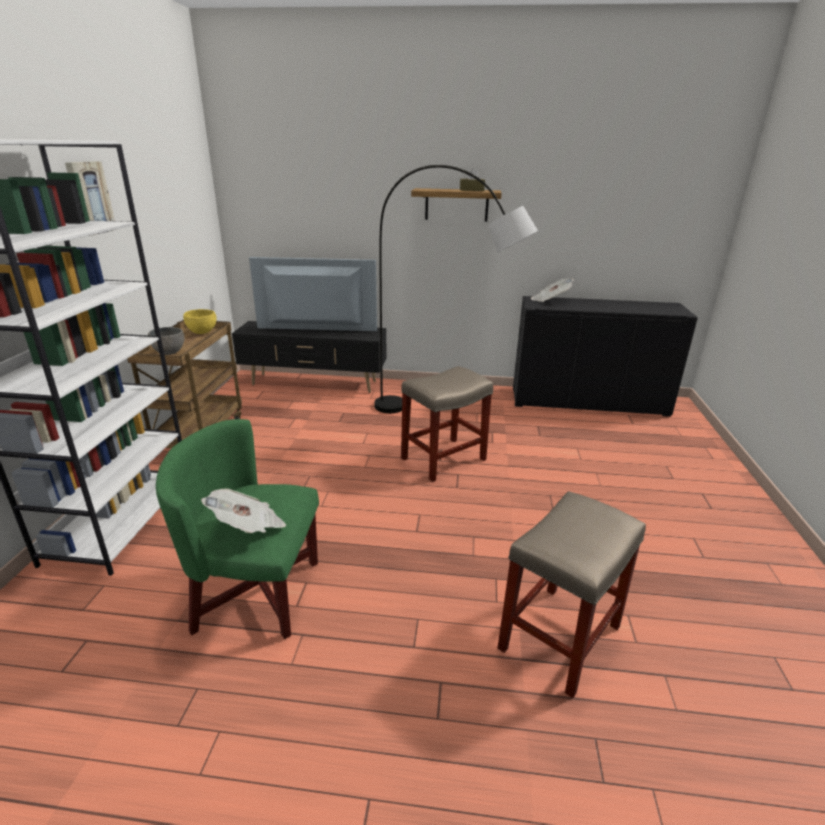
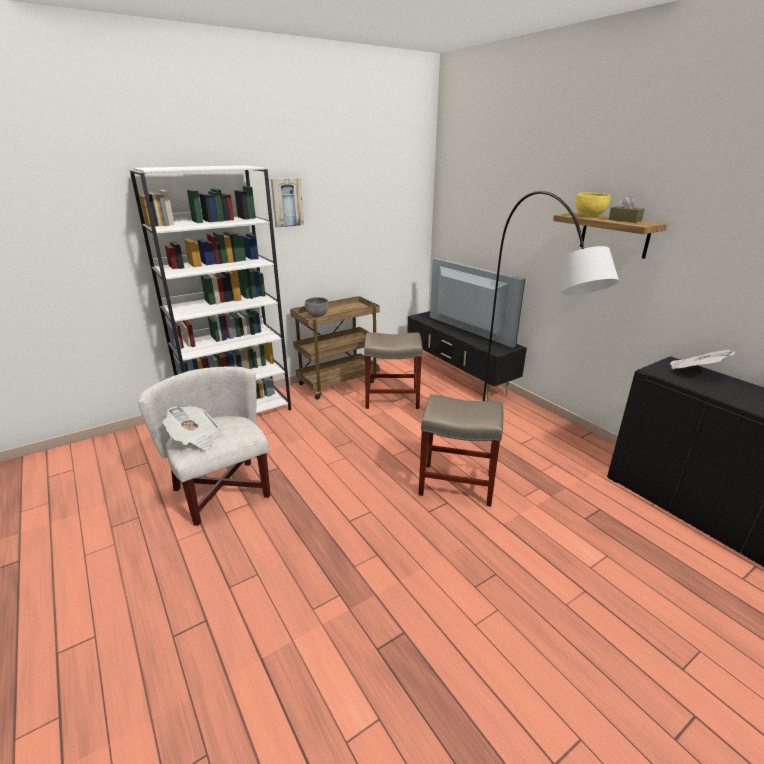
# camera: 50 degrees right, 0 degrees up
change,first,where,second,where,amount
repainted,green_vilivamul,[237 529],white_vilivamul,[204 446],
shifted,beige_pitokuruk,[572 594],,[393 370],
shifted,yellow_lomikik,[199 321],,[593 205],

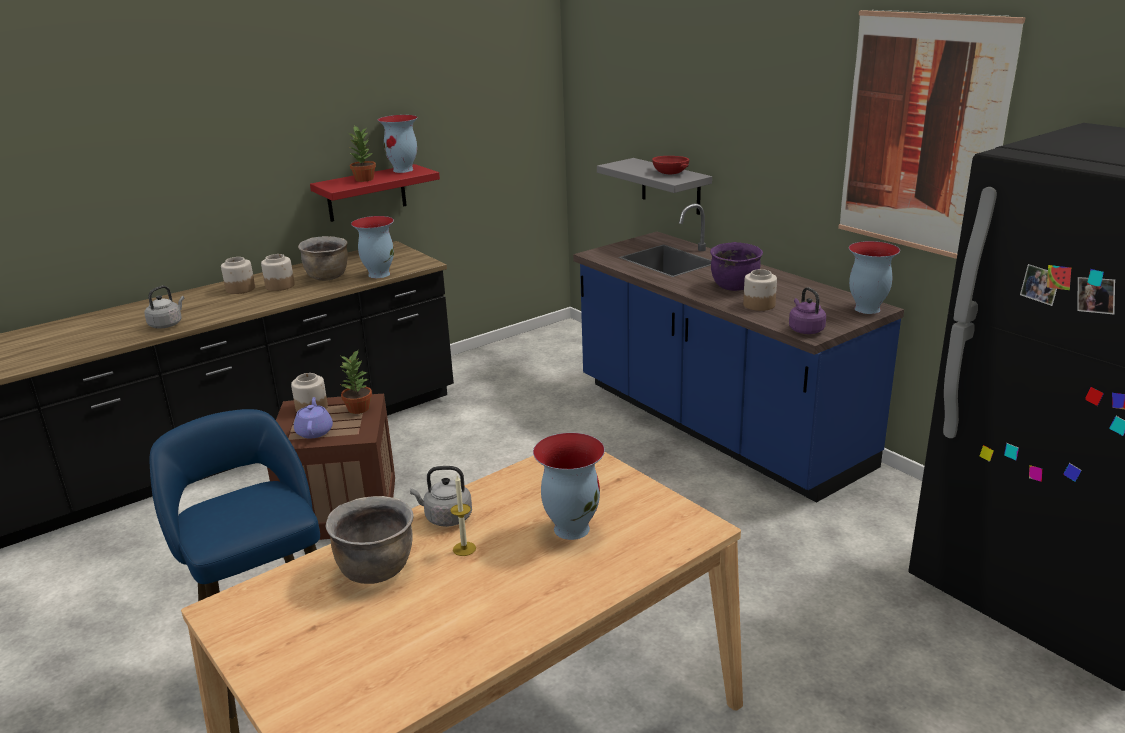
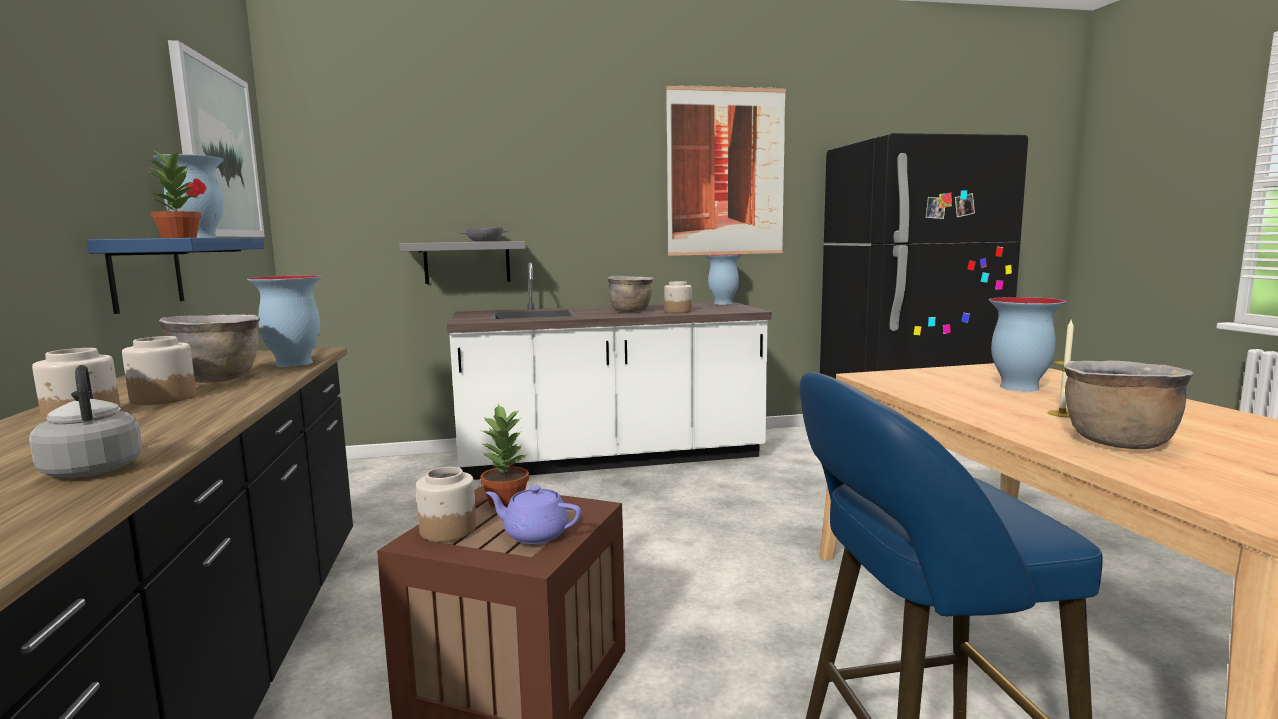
# camera: 65 degrees left, 15 degrees down
change,first,where,second,where,amount
repainted,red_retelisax,[375 193],blue_retelisax,[175 276],
new,,,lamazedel,[216 138],
repainted,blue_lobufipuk,[738 353],white_lobufipuk,[609 371],
repainted,red_lomikik,[670 165],grey_lomikik,[484 234],
repainted,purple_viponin,[736 266],brown_viponin,[630 294],
gone,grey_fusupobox,[441 496],,,
gone,purple_fusupobox,[807 310],,,

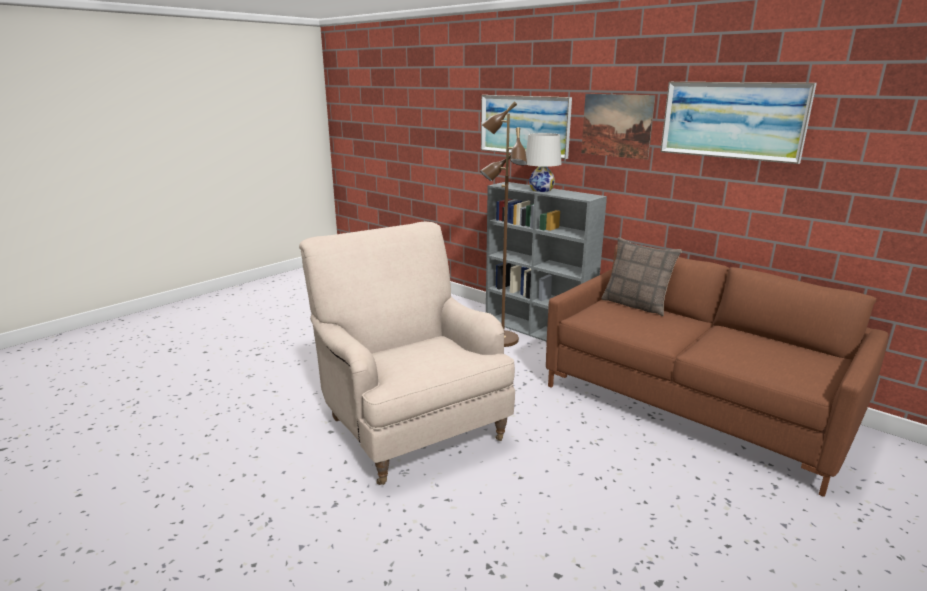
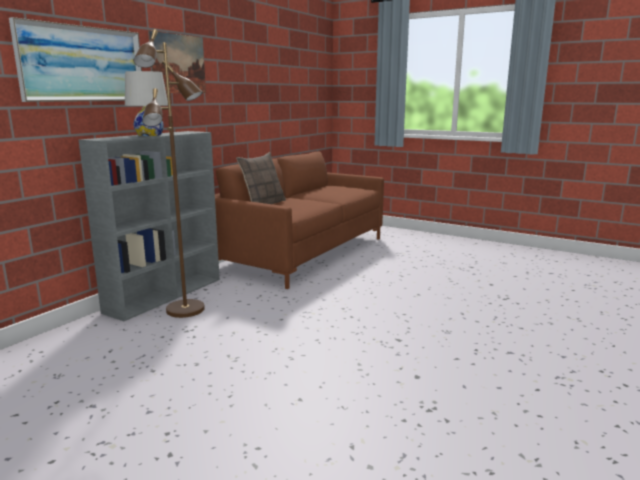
# camera: 100 degrees left, 5 degrees down
change,first,where,second,where,amount
gone,beige_vilivamul,[407 353],,,
gone,lamazedel,[738 123],,,

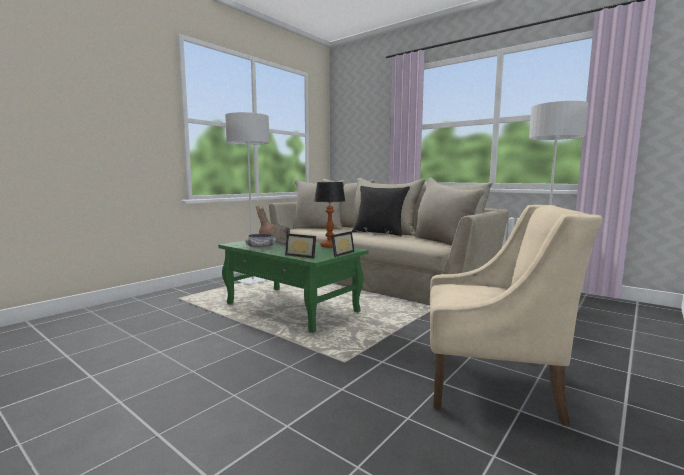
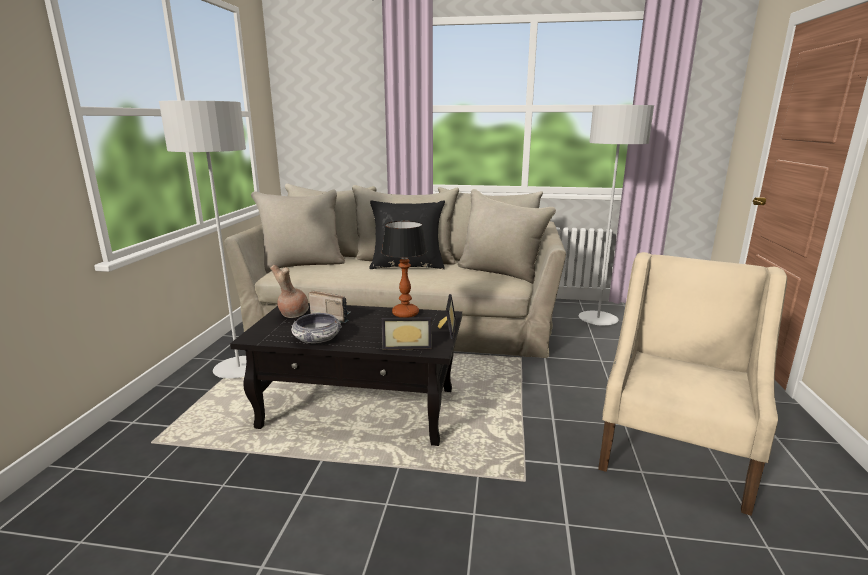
# camera: 30 degrees left, 10 degrees up
change,first,where,second,where,amount
repainted,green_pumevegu,[293 287],black_pumevegu,[346 374],
rotated,beige_vilivamul,[516 315],,[692 384],45 degrees counterclockwise

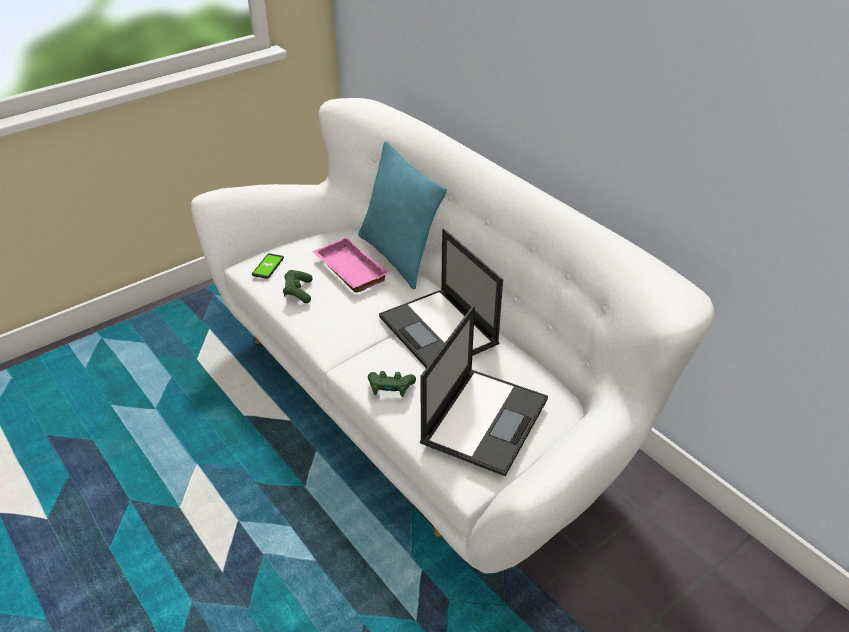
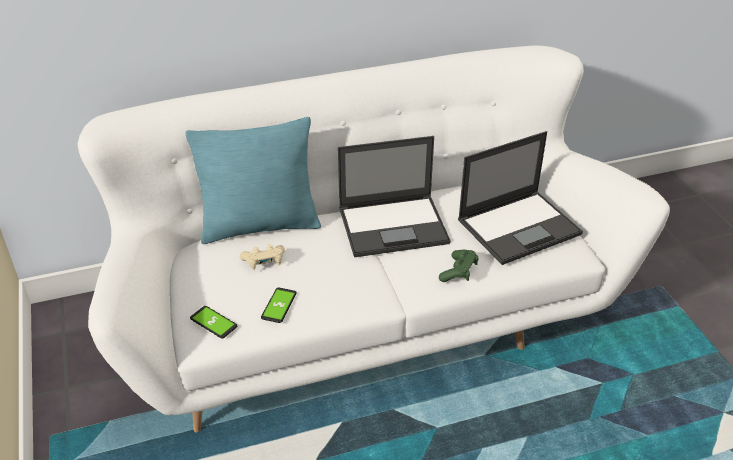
# camera: 70 degrees left, 0 degrees up
change,first,where,second,where,amount
swapped,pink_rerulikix,[350 265],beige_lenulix,[262 257],
swapped,green_lenulix,[297 286],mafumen,[279 305],
rotated,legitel,[484 390],,[520 198],105 degrees clockwise

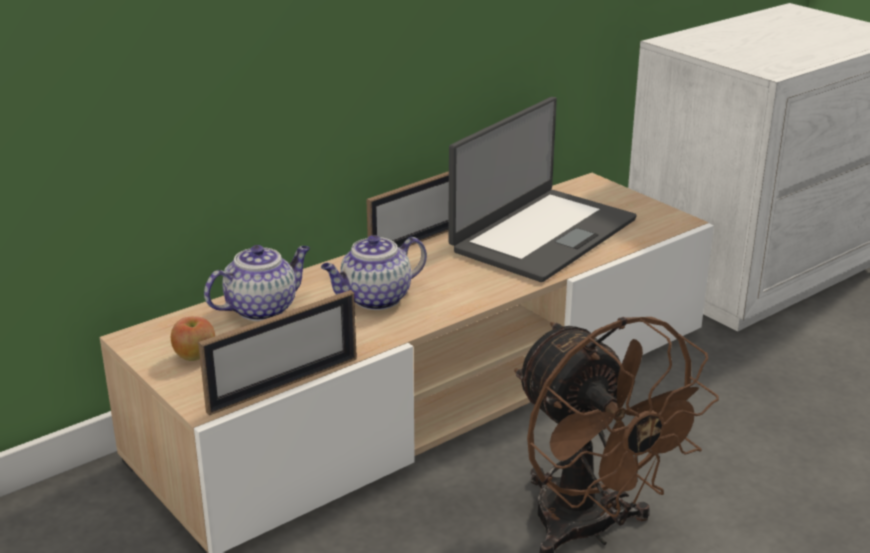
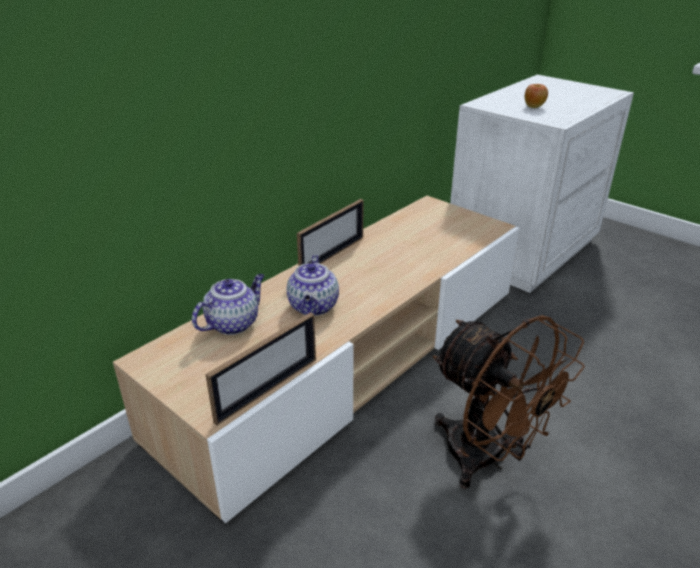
# camera: 10 degrees left, 5 degrees up
change,first,where,second,where,amount
rotated,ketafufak,[374 272],,[312 285],45 degrees counterclockwise
shifted,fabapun,[193 339],,[536 96],
gone,legitel,[542 189],,,

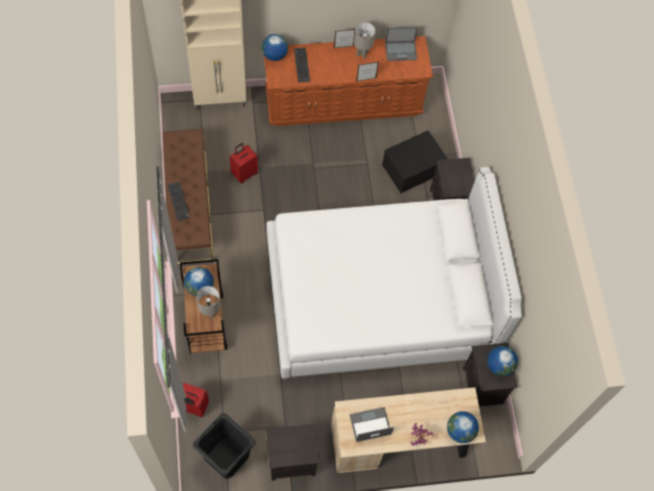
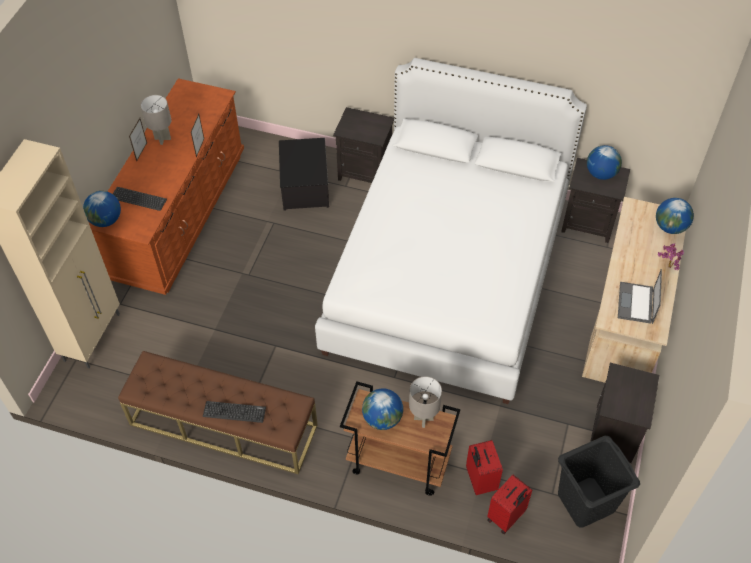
# camera: 60 degrees left, 10 degrees down
change,first,where,second,where,amount
shifted,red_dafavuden,[244 163],,[484 467],
gone,legitel,[401 44],,,

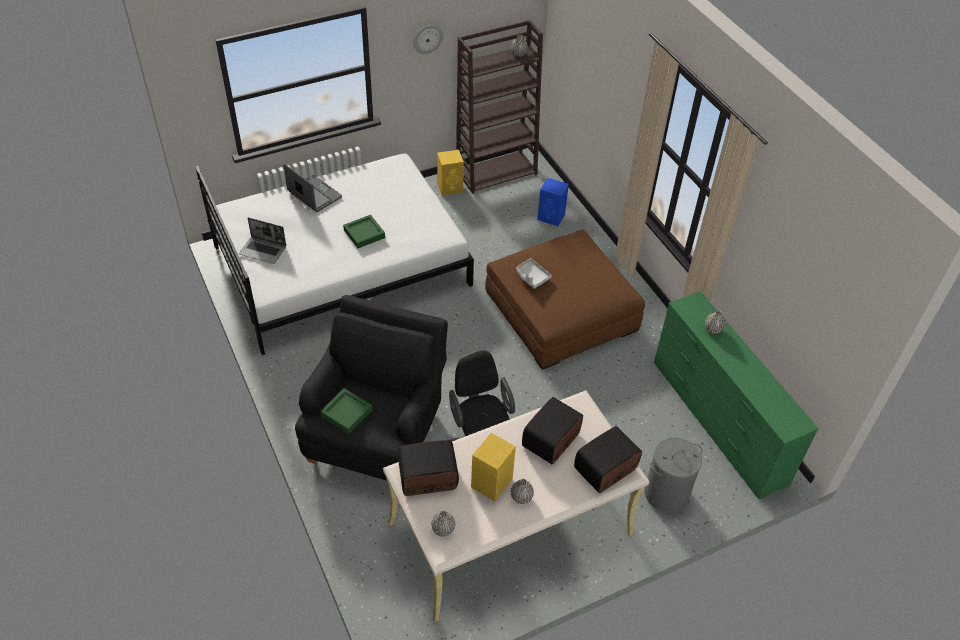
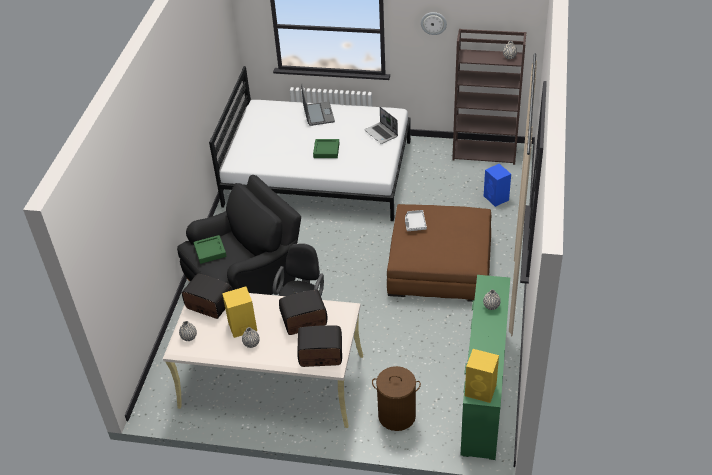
# camera: 40 degrees right, 5 degrees down
change,first,where,second,where,amount
shifted,legitel,[262 241],,[381 125],
repainted,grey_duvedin,[673 474],brown_duvedin,[396 398],
shifted,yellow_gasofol,[450 172],,[482 376],

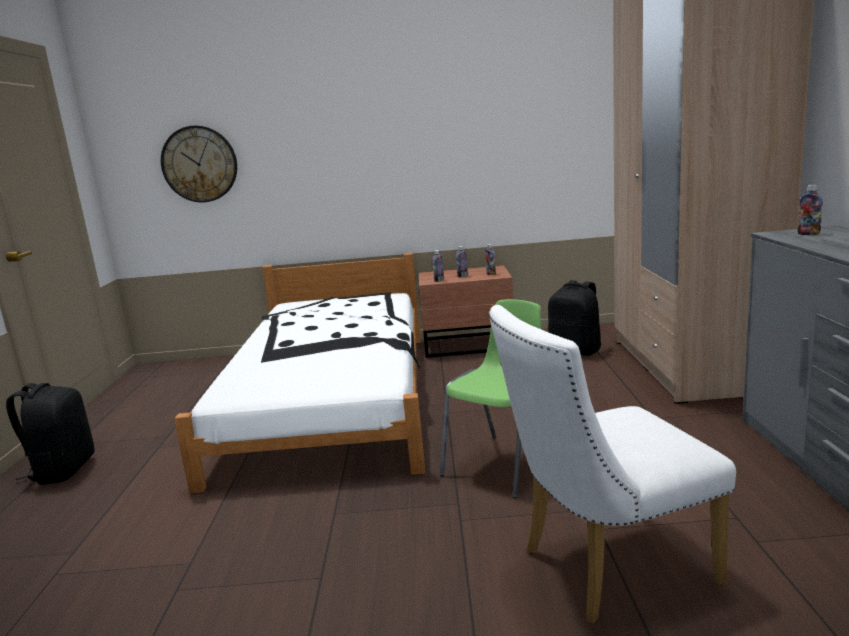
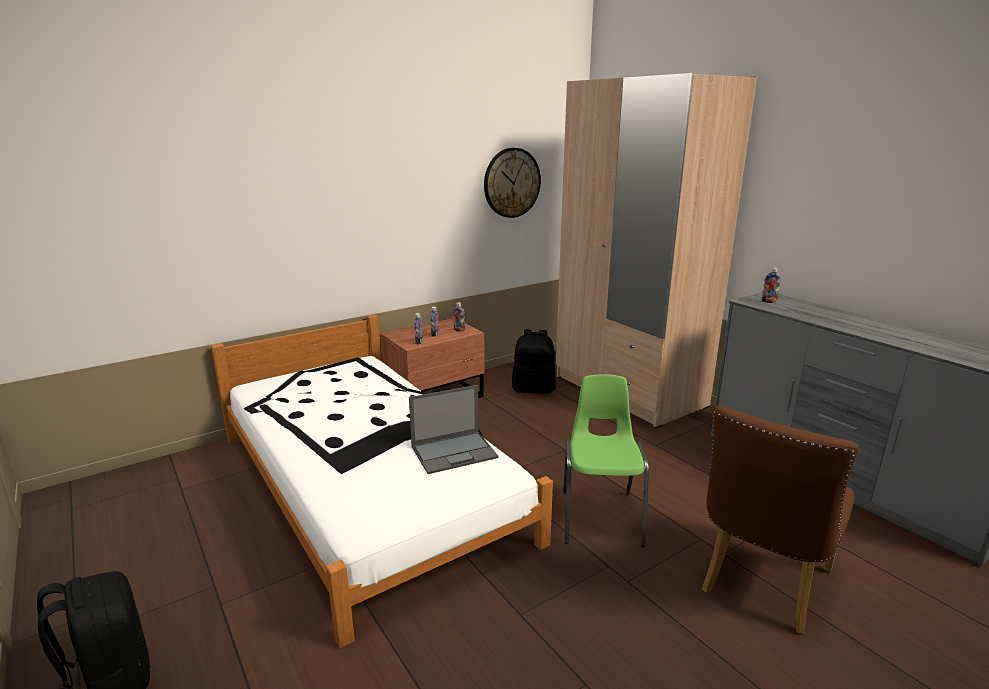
# camera: 35 degrees left, 5 degrees up
change,first,where,second,where,amount
new,,,legitel,[453 429],
shifted,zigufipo,[199 164],,[512 183],
repainted,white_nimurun,[612 464],brown_nimurun,[780 520],

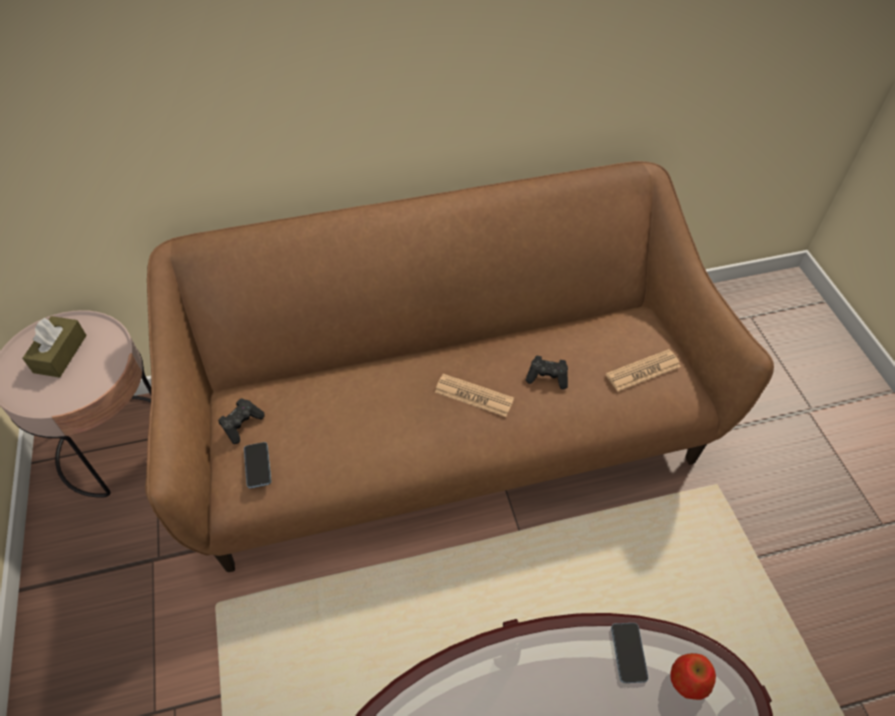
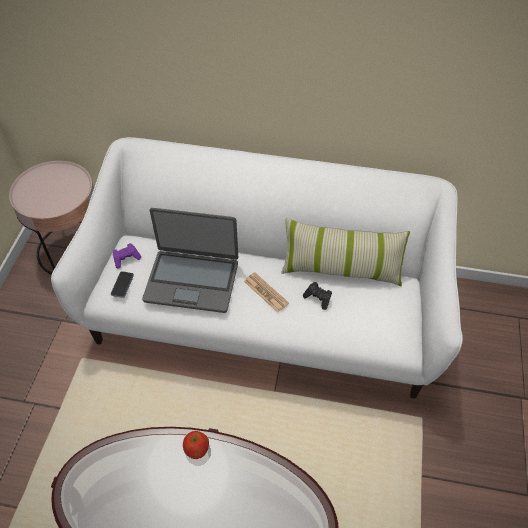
# camera: 25 degrees right, 0 degrees up
change,first,where,second,where,amount
repainted,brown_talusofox,[459 366],white_talusofox,[257 267],
repainted,black_lenulix,[241 421],purple_lenulix,[127 256],
new,,,legitel,[190 260],
shifted,fabapun,[693 676],,[196 445],
new,,,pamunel,[345 252],
gone,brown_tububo,[54 347],,,
gone,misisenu,[643 370],,,
gone,mafumen,[630 653],,,

